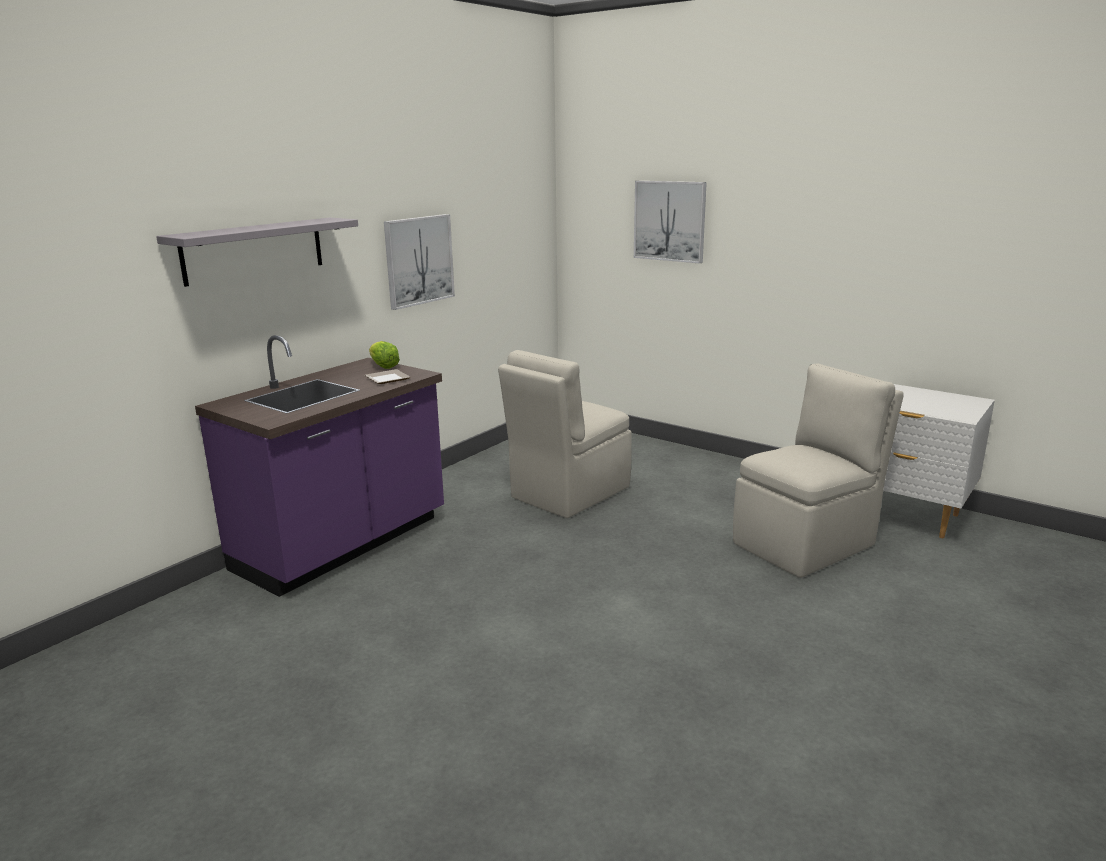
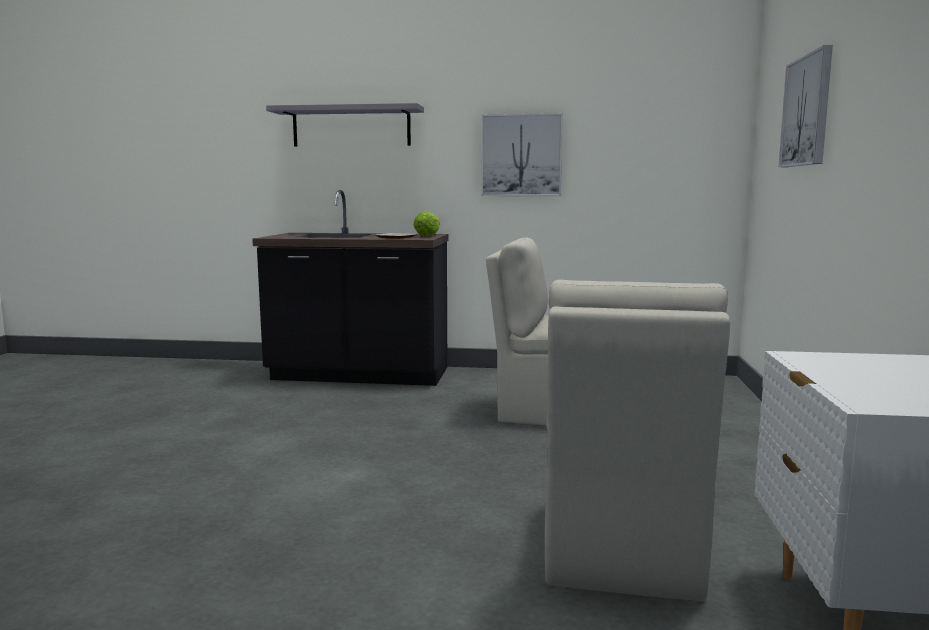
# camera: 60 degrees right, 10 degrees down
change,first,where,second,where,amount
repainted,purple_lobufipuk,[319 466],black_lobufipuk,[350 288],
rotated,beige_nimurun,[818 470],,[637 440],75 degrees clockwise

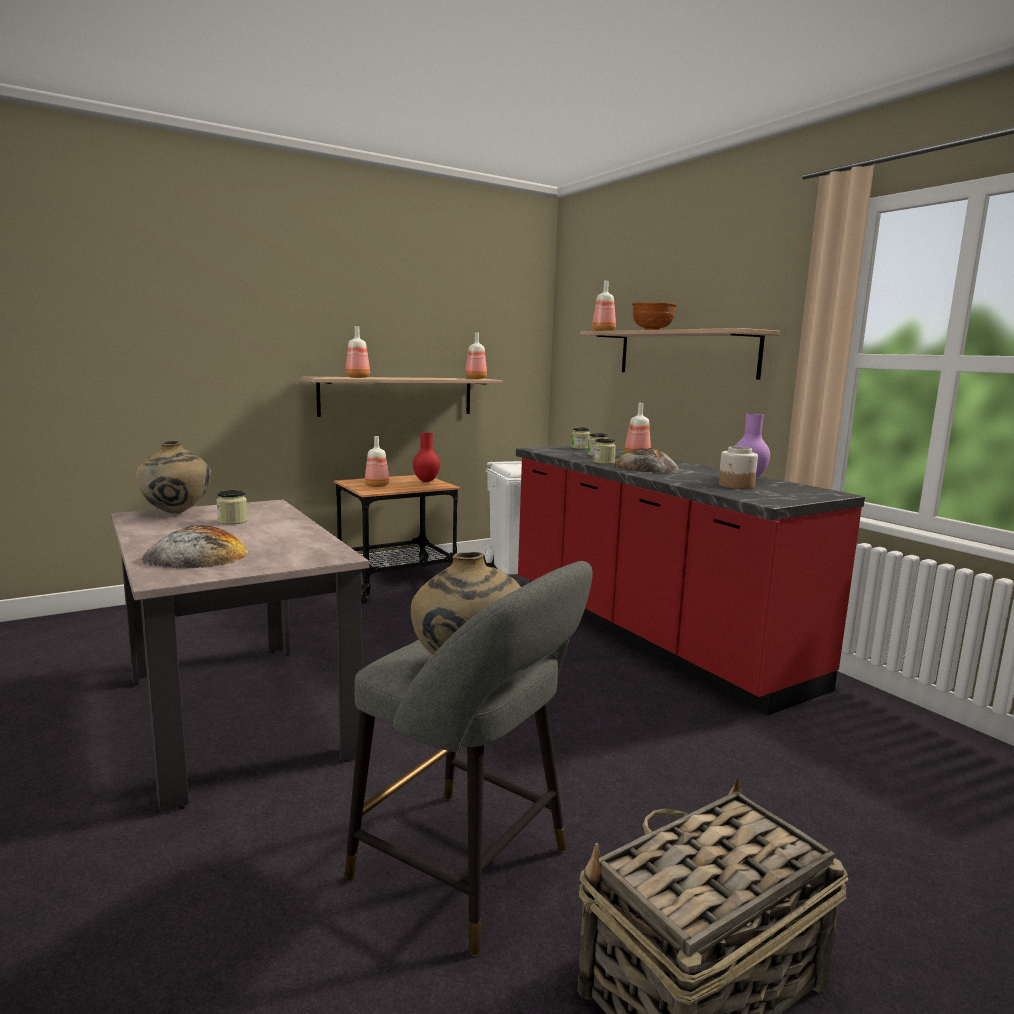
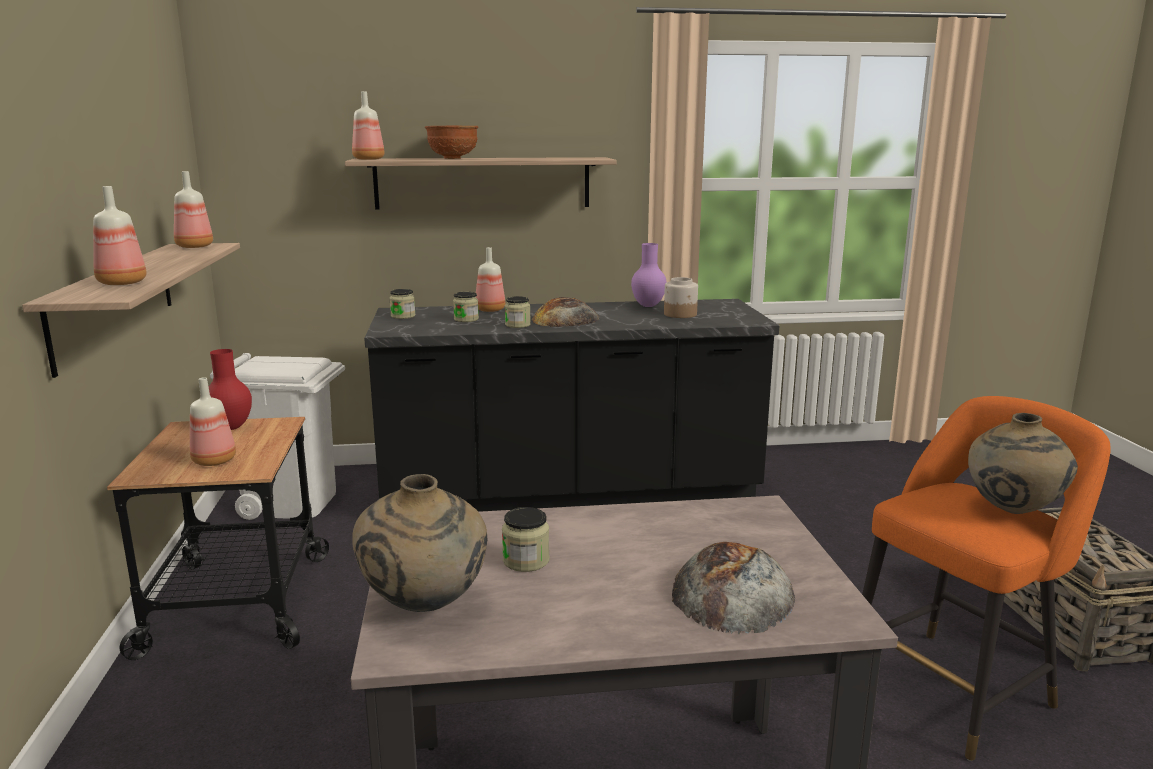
# camera: 65 degrees left, 5 degrees up
change,first,where,second,where,amount
repainted,red_lobufipuk,[690 581],black_lobufipuk,[571 405],
repainted,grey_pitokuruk,[468 758],orange_pitokuruk,[986 578],

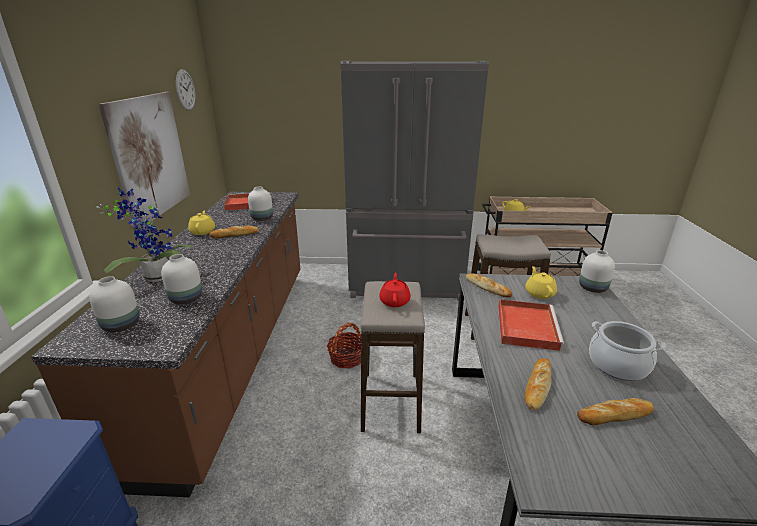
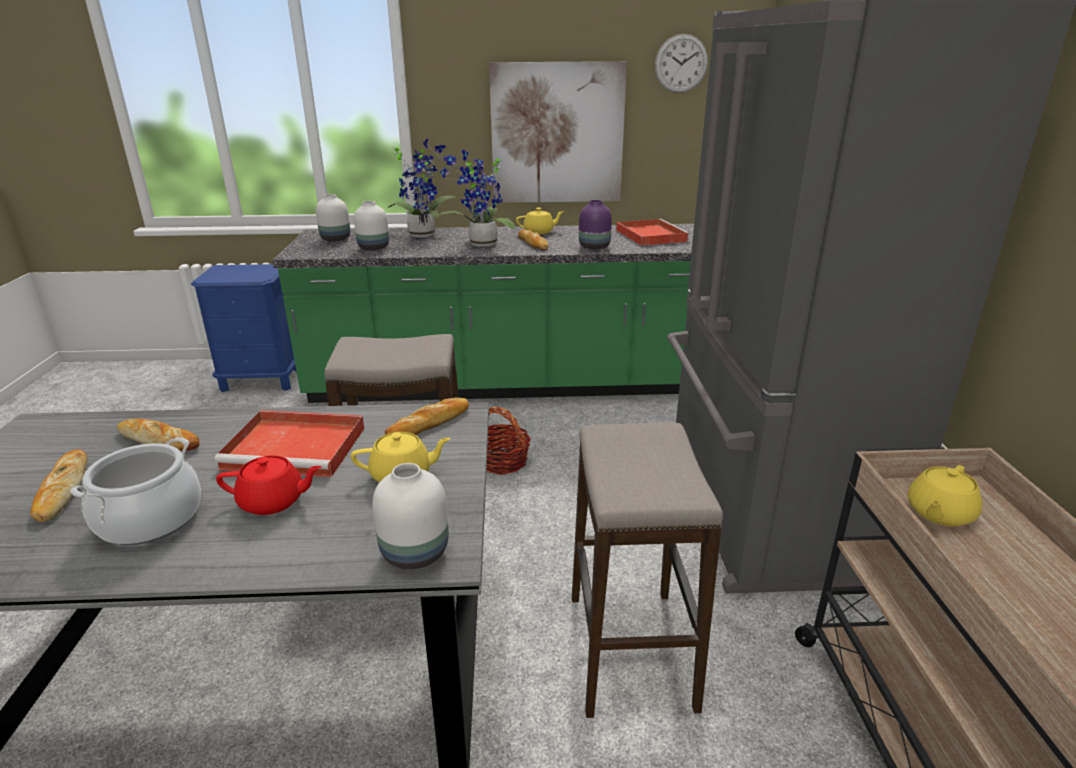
# camera: 85 degrees right, 0 degrees up
change,first,where,second,where,amount
shifted,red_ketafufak,[395 290],,[268 485],
repainted,brown_lobufipuk,[165 344],green_lobufipuk,[483 313],
new,,,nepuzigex,[477 198],
repainted,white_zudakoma,[260 204],purple_zudakoma,[595 224],

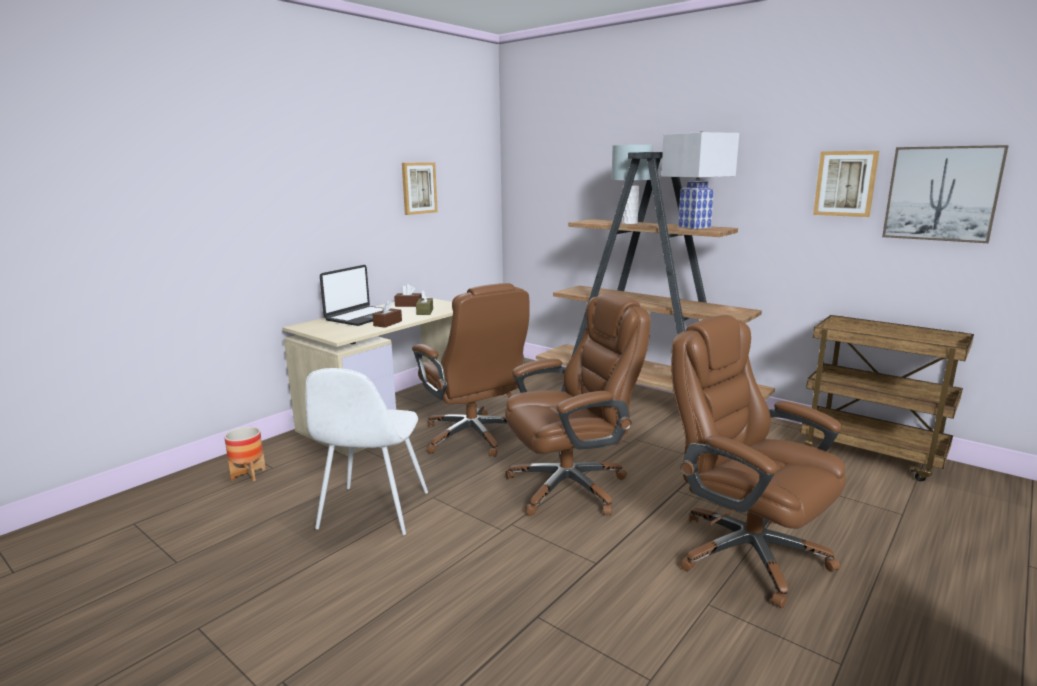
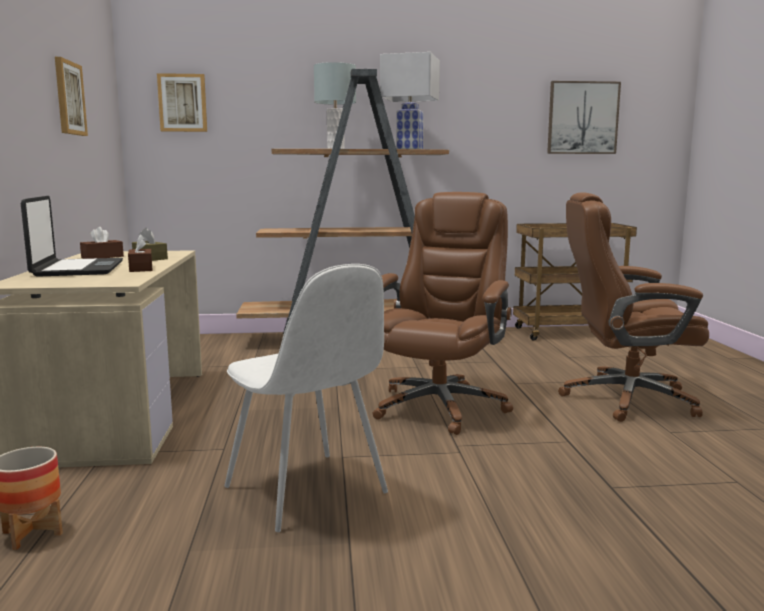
# camera: 45 degrees left, 5 degrees down
change,first,where,second,where,amount
shifted,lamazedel,[846 184],,[182 102],
gone,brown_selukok,[471 370],,,

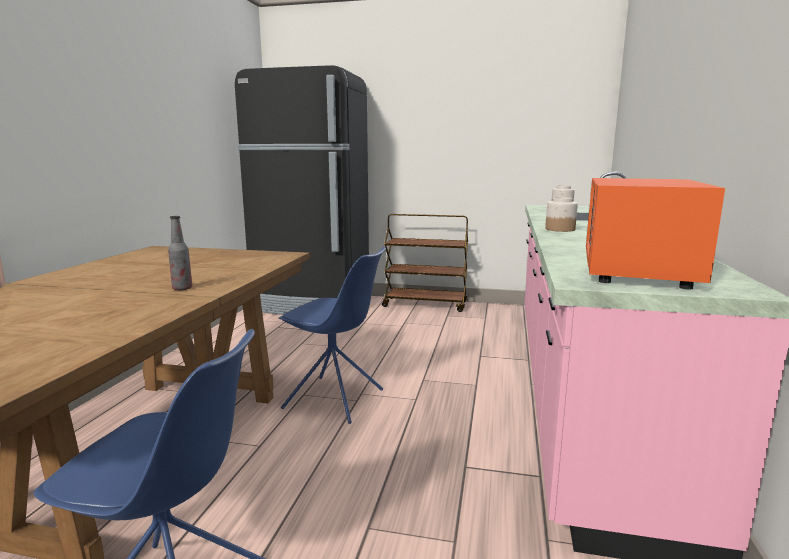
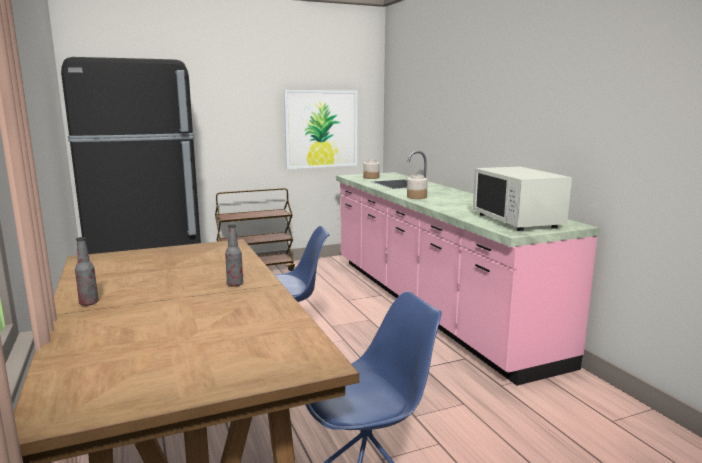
# camera: 35 degrees left, 0 degrees up
change,first,where,second,where,amount
new,,,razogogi,[87 271],
new,,,lamazedel,[321 129],
repainted,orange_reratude,[655 234],white_reratude,[522 199],

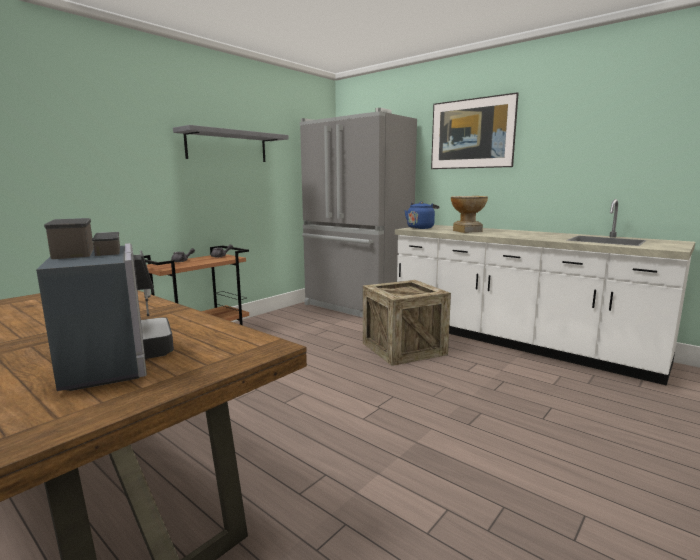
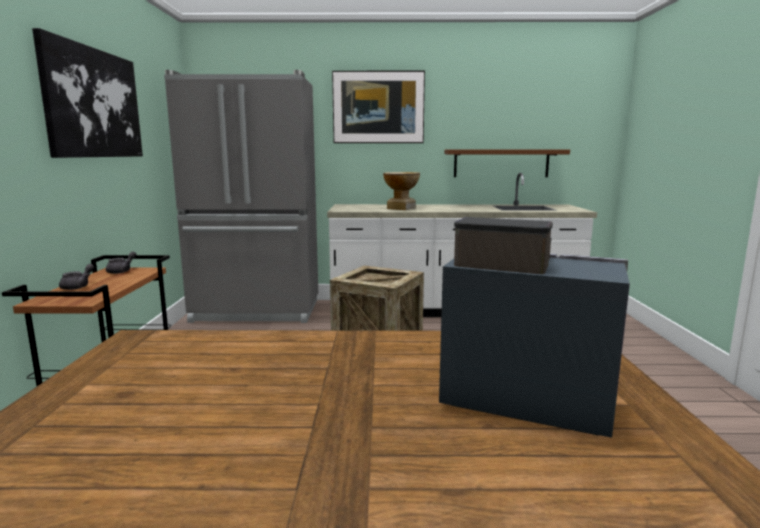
# camera: 40 degrees left, 0 degrees up
change,first,where,second,where,amount
swapped,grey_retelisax,[231 143],lamazedel,[87 93],
new,,,brown_retelisax,[507 163],
gone,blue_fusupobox,[422 215],,,

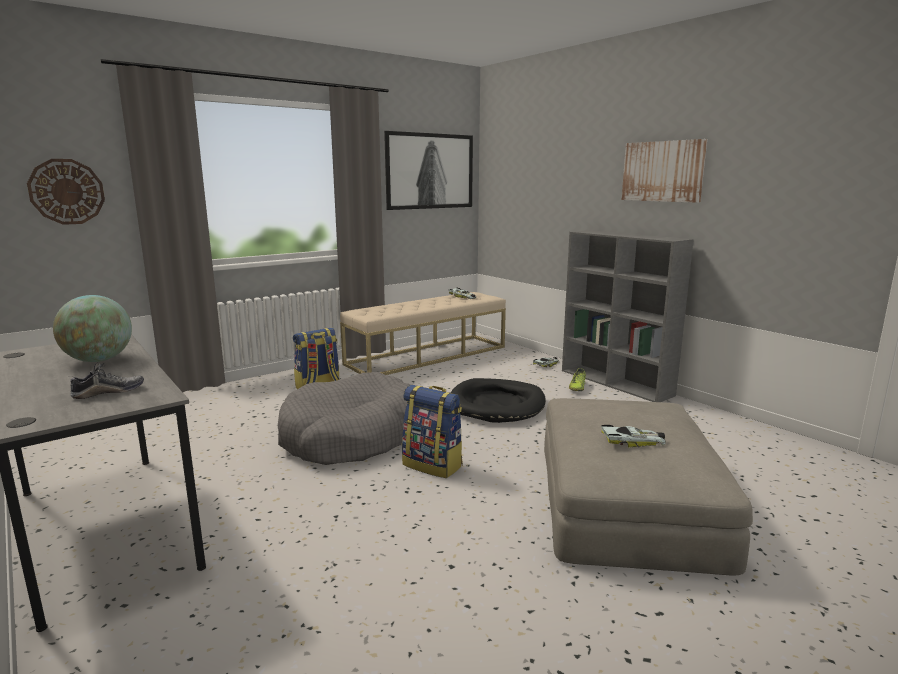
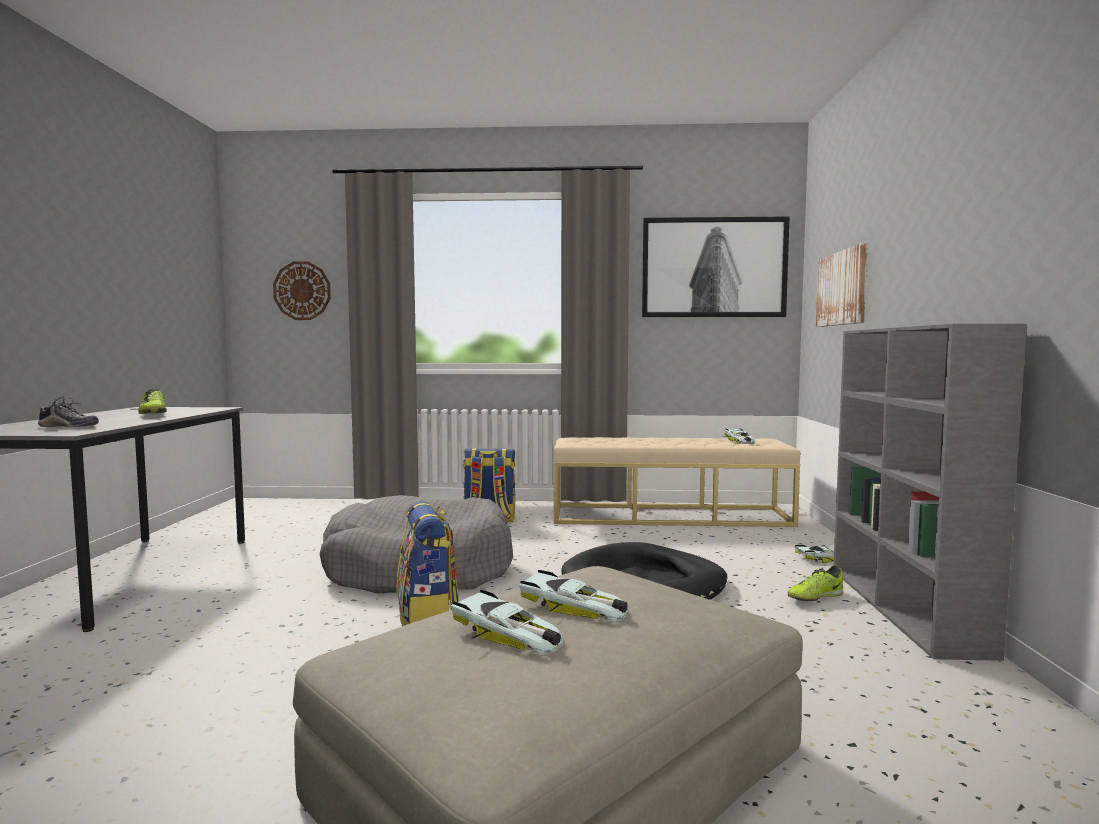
# camera: 40 degrees right, 10 degrees down
change,first,where,second,where,amount
swapped,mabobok,[92 328],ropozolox,[152 401],
new,,,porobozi,[574 596],
shifted,lamazedel,[664 171],,[842 285],

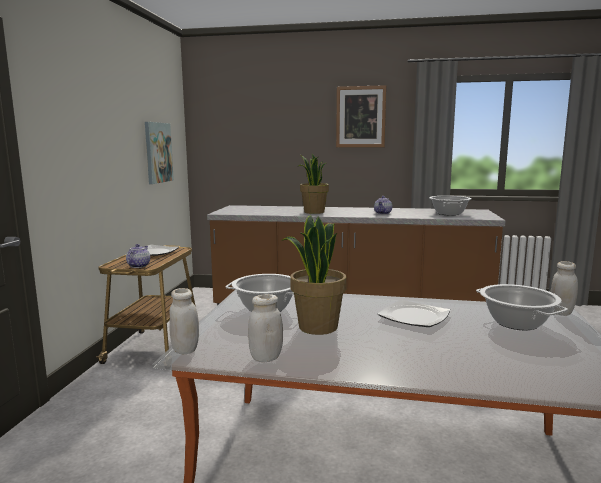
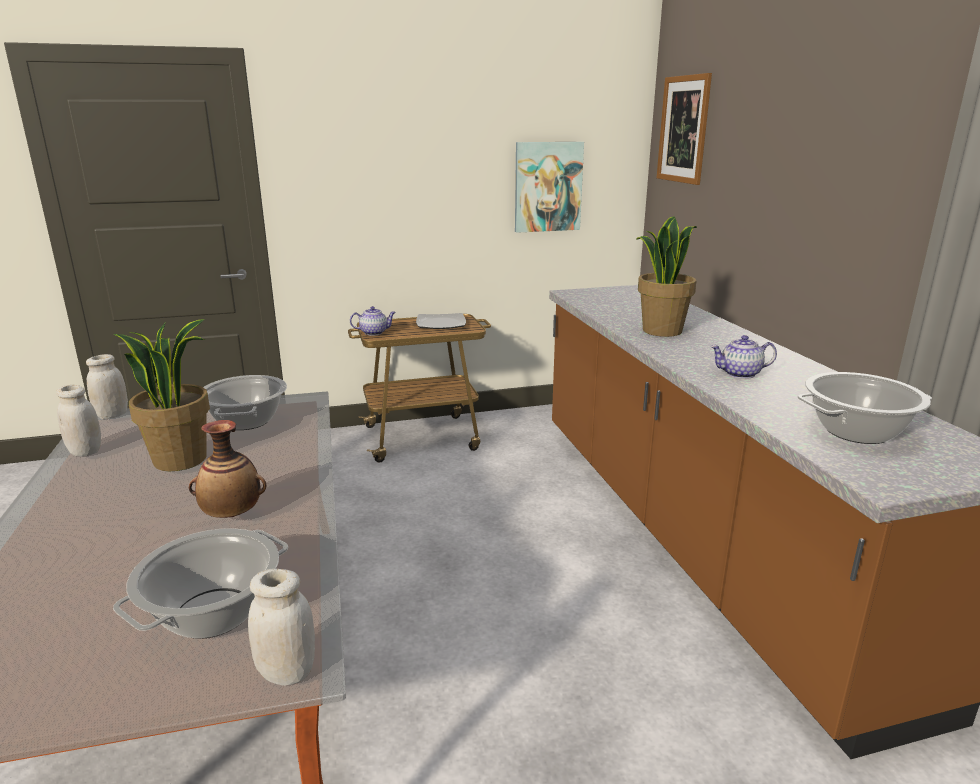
# camera: 65 degrees right, 10 degrees up
change,first,where,second,where,amount
swapped,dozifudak,[414 313],zudakoma,[227 469],
shifted,lamazedel,[361 116],,[684 129],

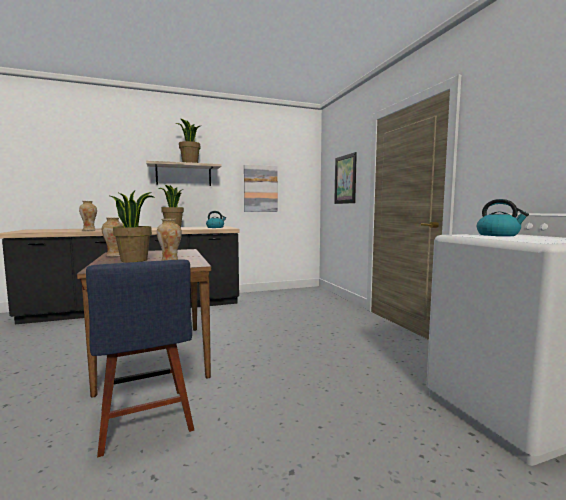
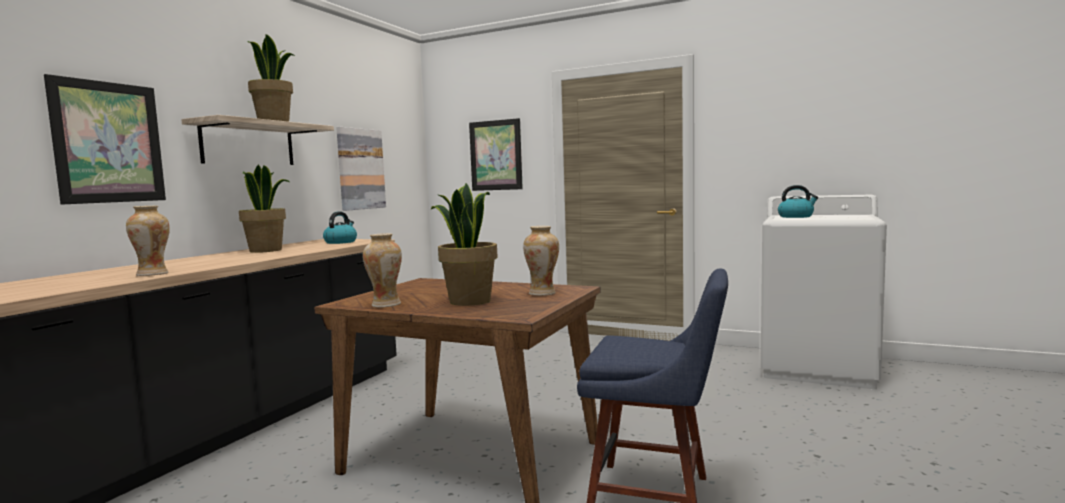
# camera: 45 degrees left, 0 degrees up
change,first,where,second,where,amount
new,,,lamazedel,[105 139],

